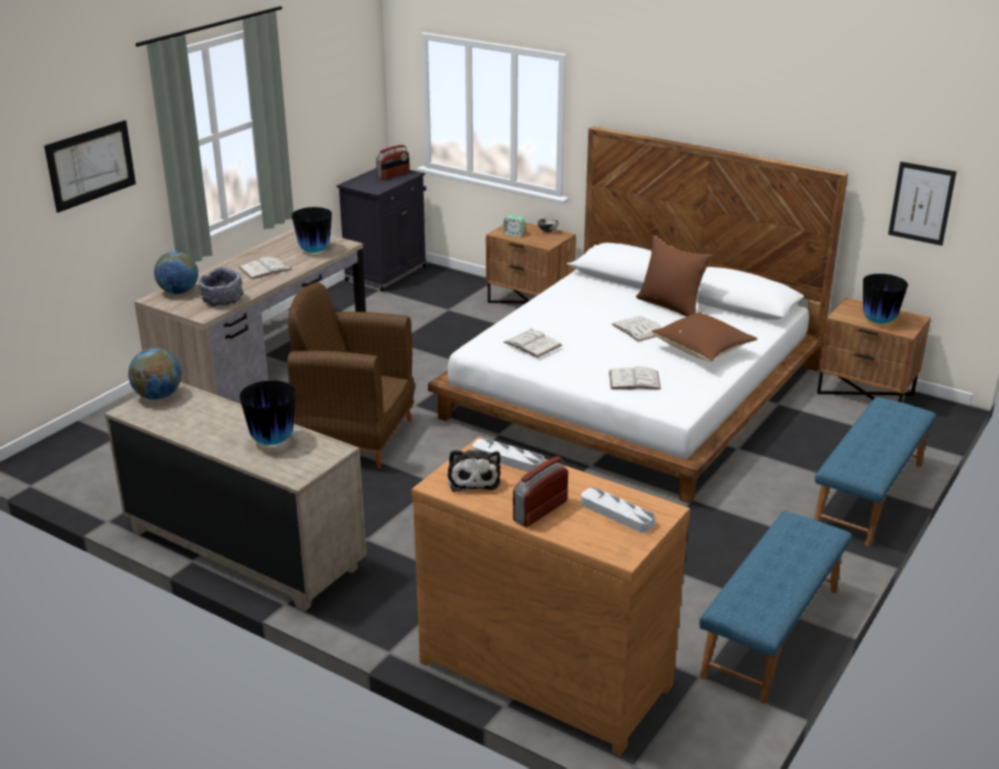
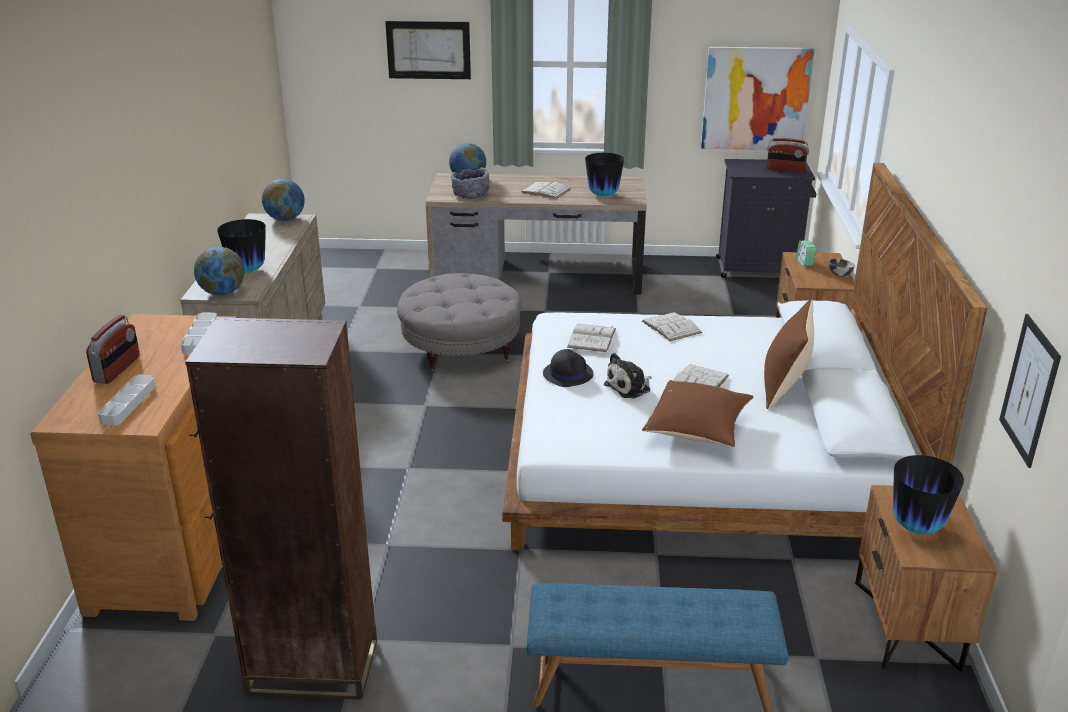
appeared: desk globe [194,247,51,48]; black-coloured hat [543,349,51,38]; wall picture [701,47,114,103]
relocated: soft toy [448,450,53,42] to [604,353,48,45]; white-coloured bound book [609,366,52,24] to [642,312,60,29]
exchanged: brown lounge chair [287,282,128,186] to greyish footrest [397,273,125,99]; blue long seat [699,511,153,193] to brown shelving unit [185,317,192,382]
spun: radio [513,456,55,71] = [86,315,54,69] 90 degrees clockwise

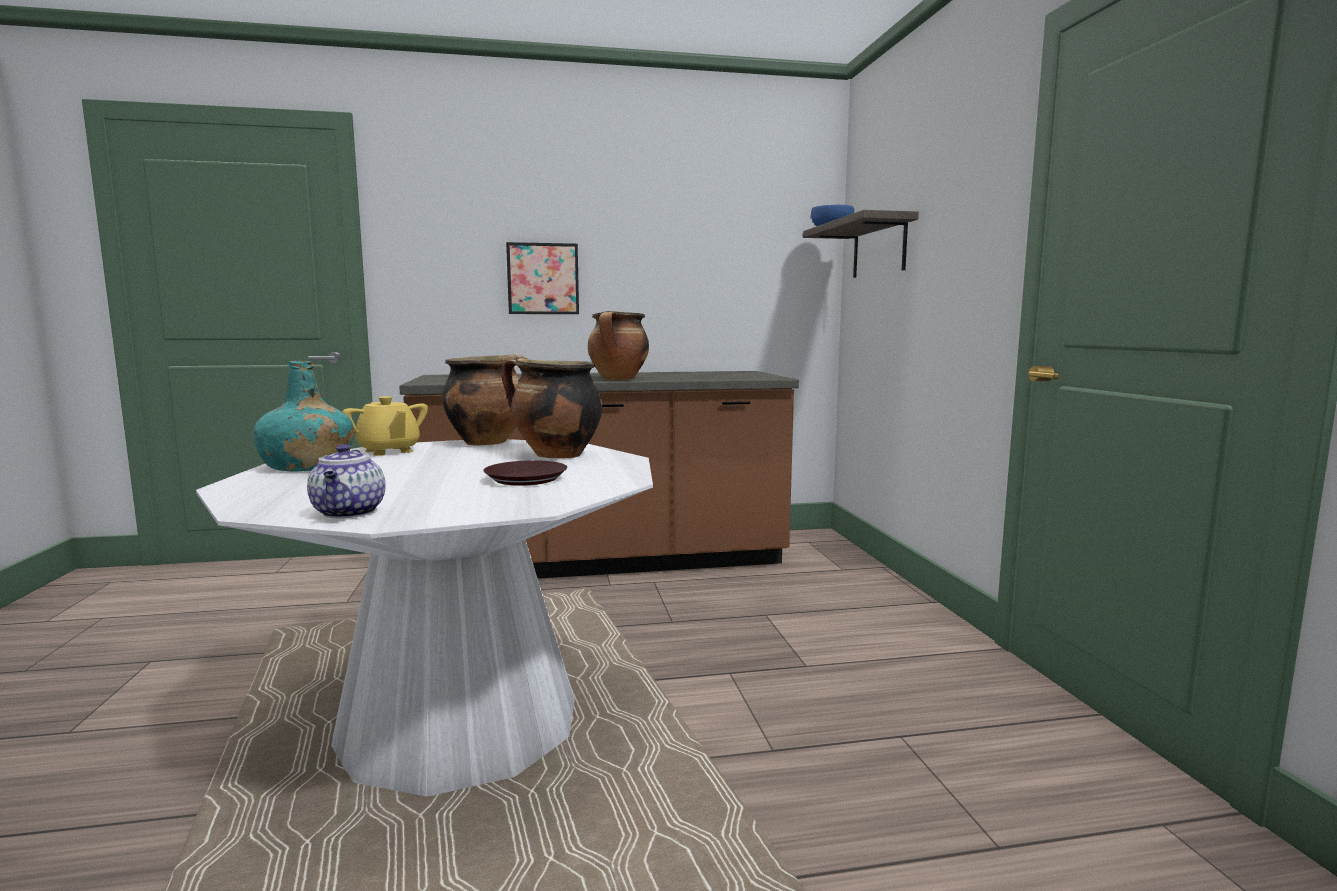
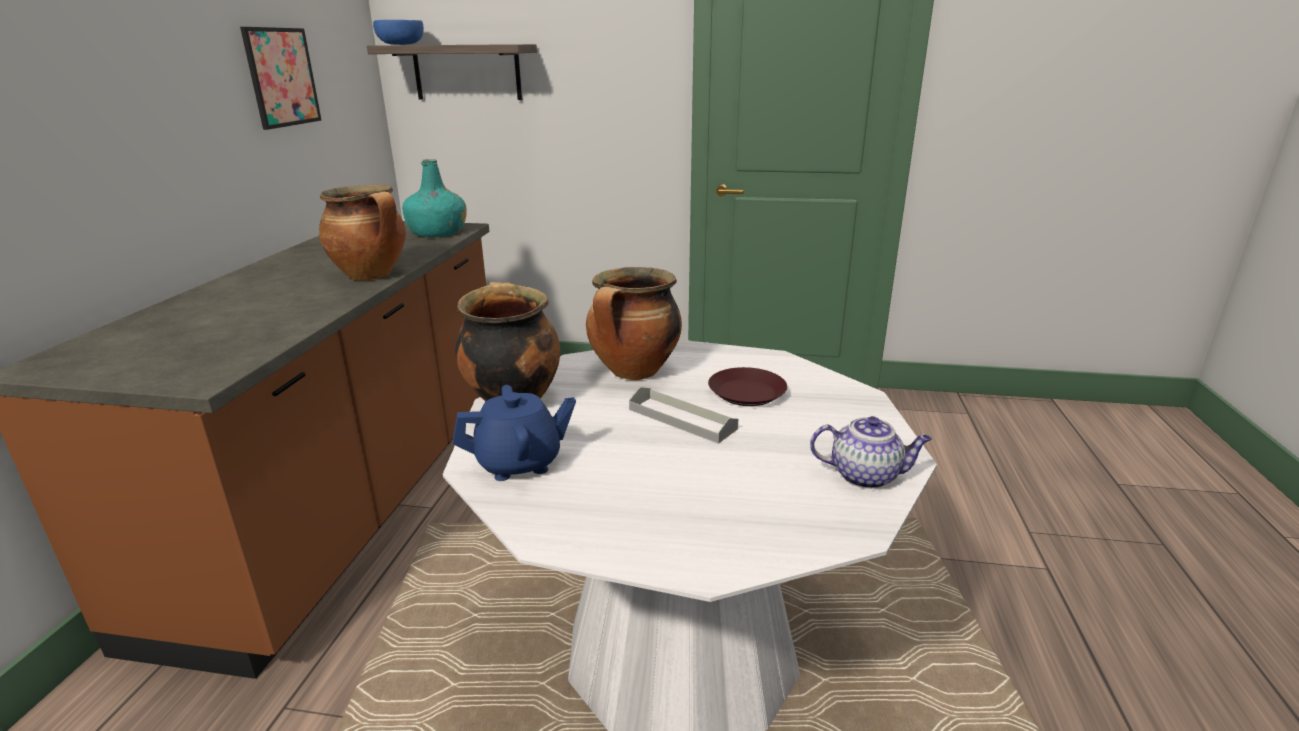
appeared: greyish tray [629,387,109,57]
relocated: turquoise-coloured bottle [253,361,101,110] to [402,159,65,78]; wall picture [506,242,73,72] to [240,27,82,103]
colour: yellowish tea pot [342,396,86,60] to blue tea pot [453,385,123,96]

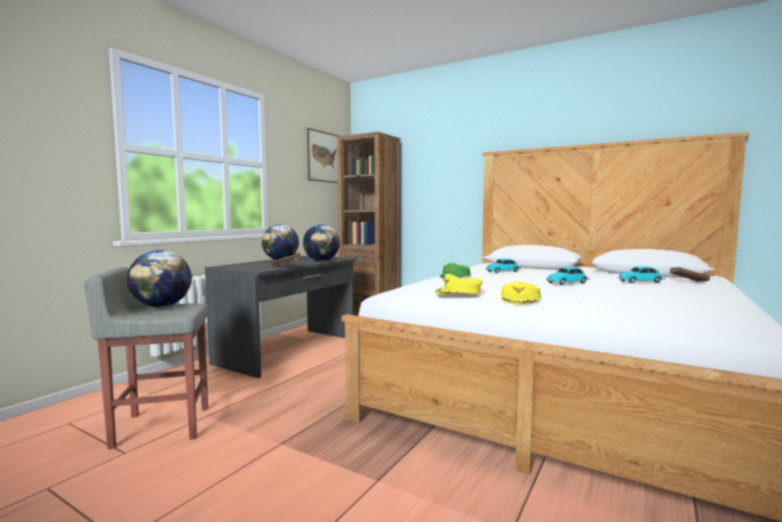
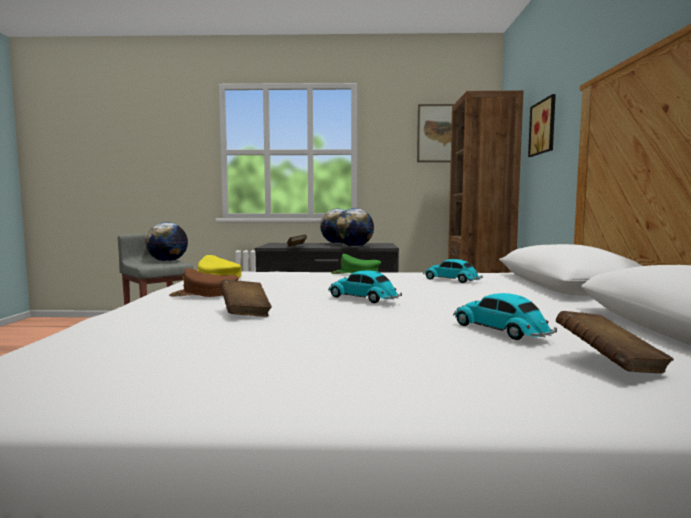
appeared: brown bound book [220,279,52,38]; wall picture [528,94,28,63]
colour: yellowish cap [501,281,40,24] to brown cap [169,268,70,29]

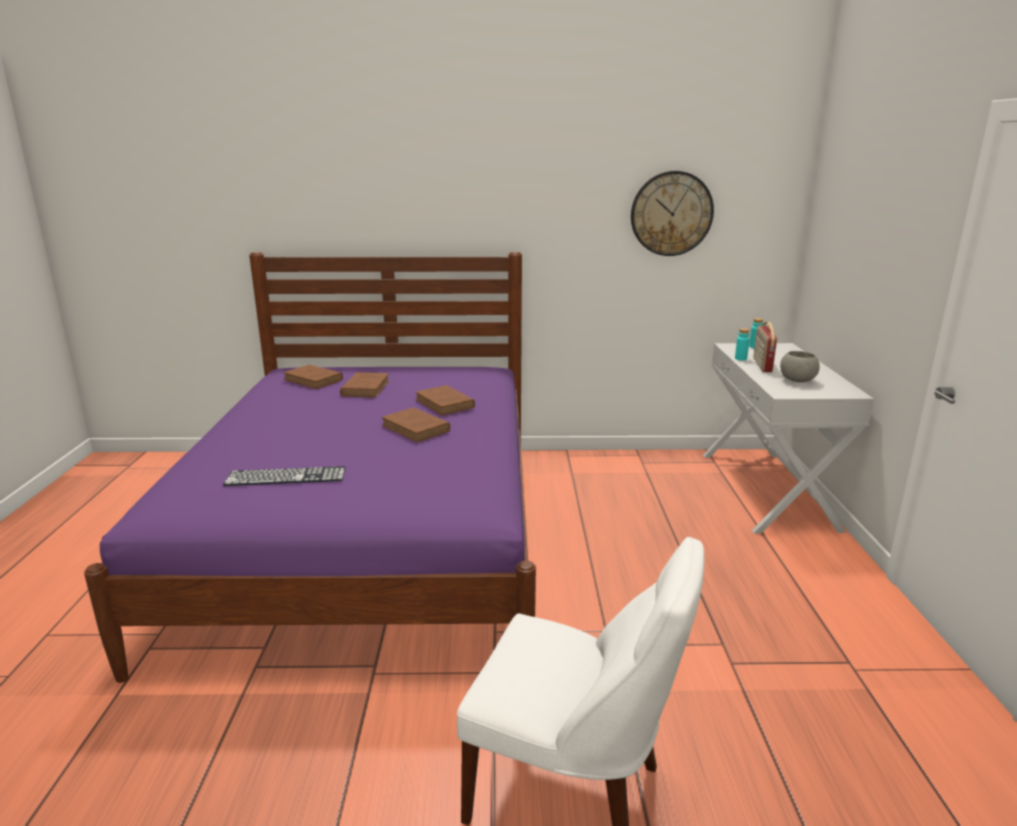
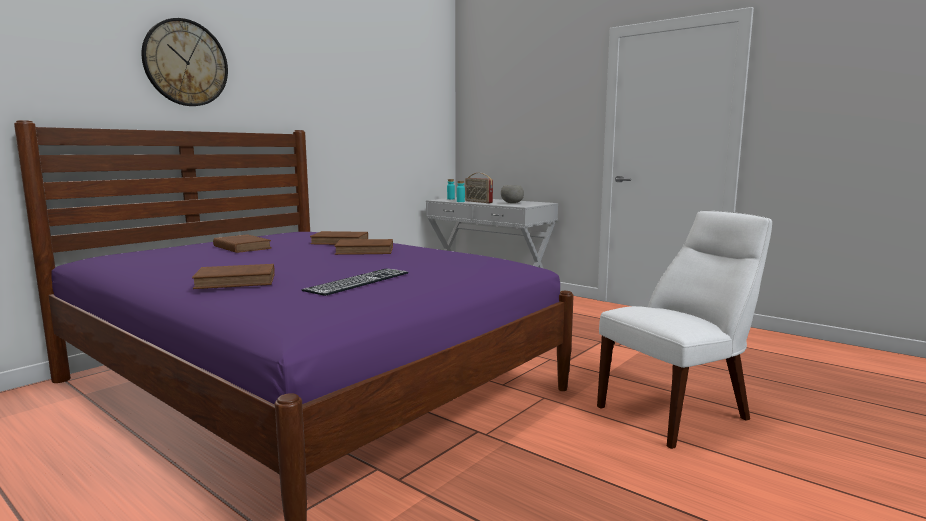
relocated: brown bound book [283,365,60,24] to [192,264,83,25]; hanging clock [631,171,83,85] to [142,18,86,88]

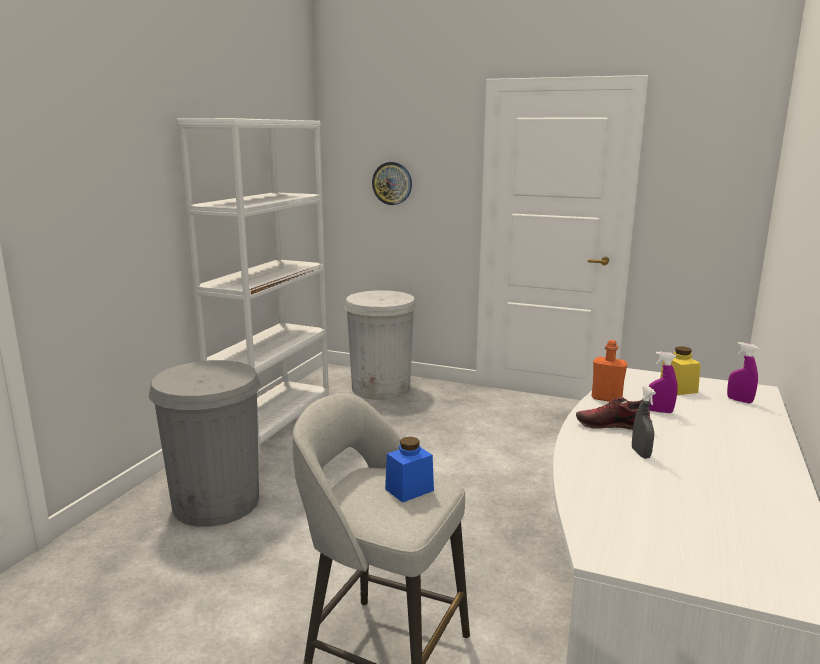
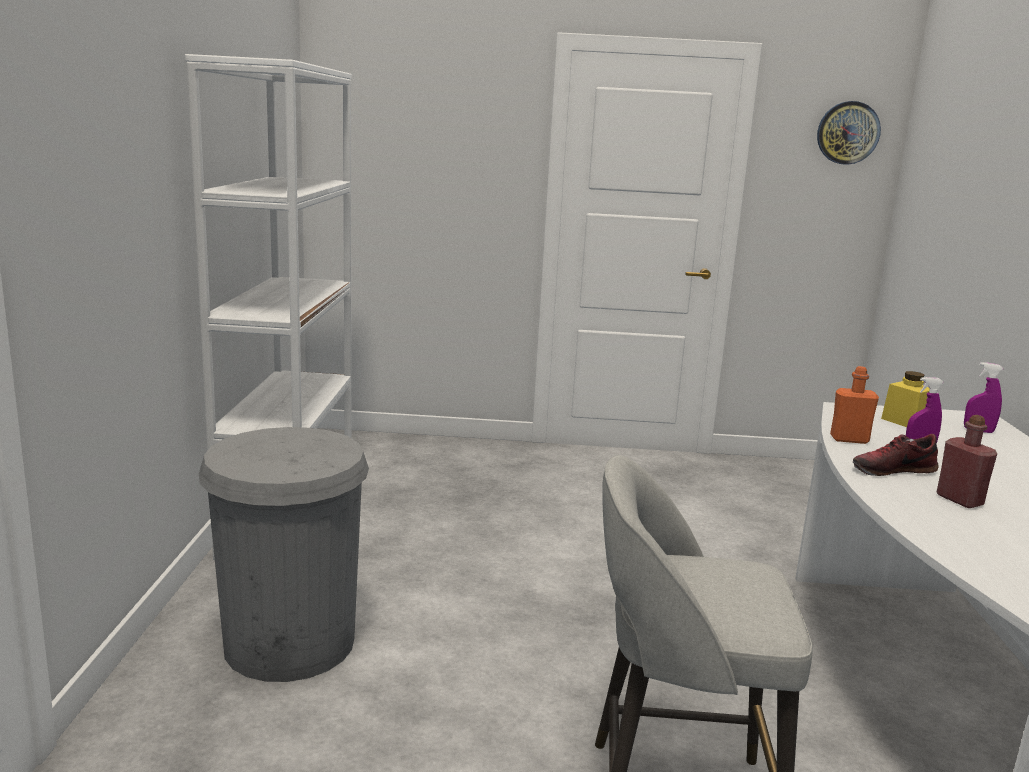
missing: white-coloured trash can [344,290,73,110]; blue preserve jar [385,437,49,66]
relocated: hanging clock [372,162,40,43] to [817,101,64,64]
exchanged: greyish hand sprayer [632,385,24,74] to red-coloured bottle [937,415,60,93]

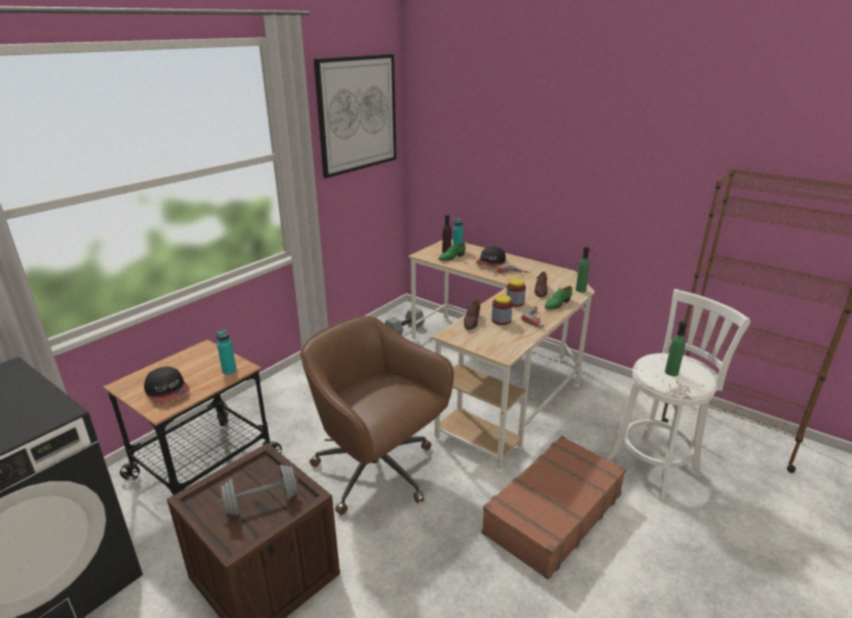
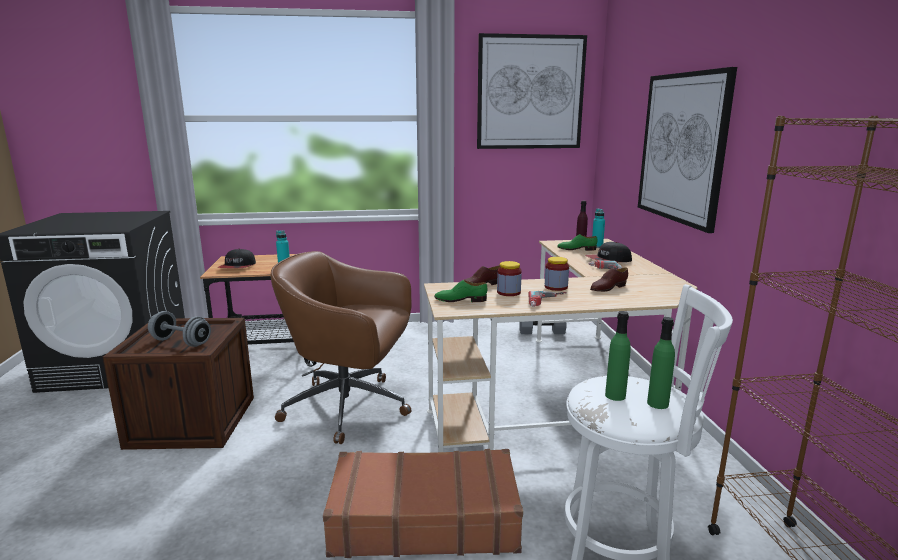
appeared: wall picture [638,67,99,166]
relocated: greenish shoe [545,286,27,23] to [434,280,53,22]; greenish bottle [576,247,14,45] to [647,317,28,92]
spun: brown office chair [300,316,154,199] = [270,251,142,193] 75 degrees counterclockwise

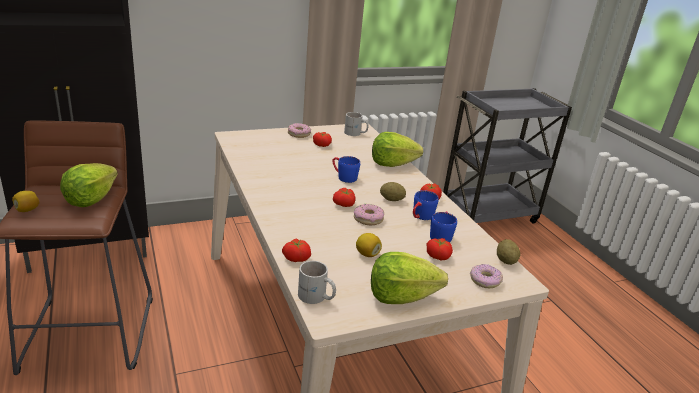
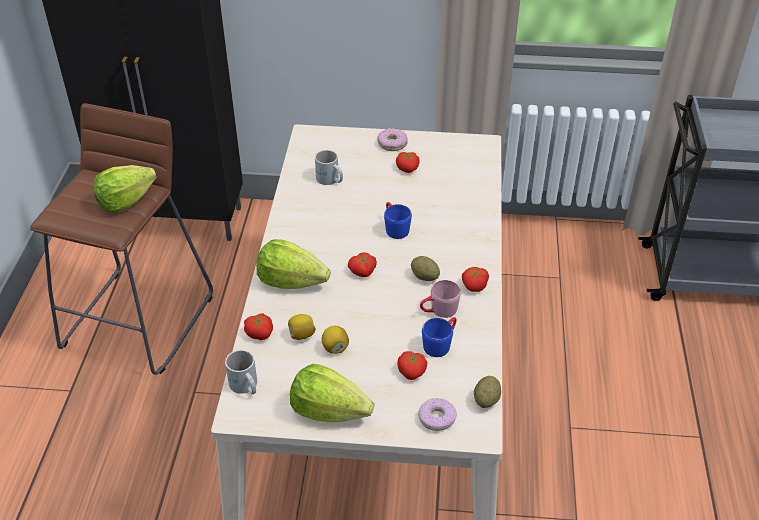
missing: donut [354,204,30,21]
relocated: citrus fruit [12,191,28,21] to [288,314,28,26]; white-coloured tea mug [344,112,24,24] to [315,150,28,35]; head of lettuce [372,132,51,35] to [256,239,75,50]
colour: blue tea mug [413,190,26,30] to pink-coloured tea mug [420,280,41,38]

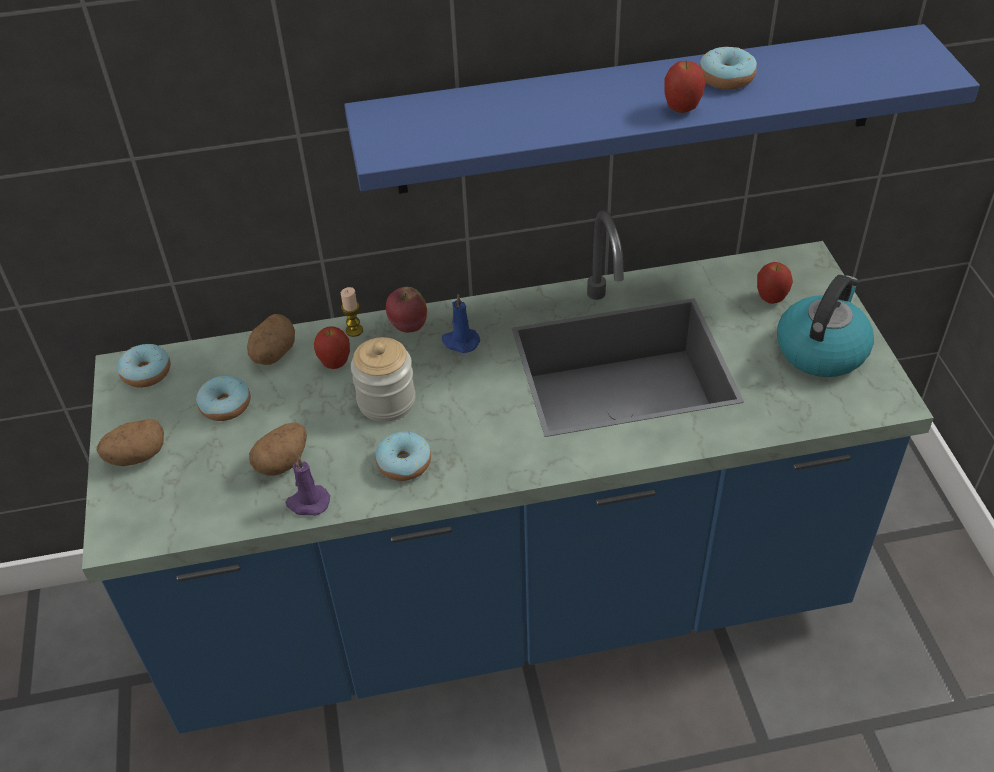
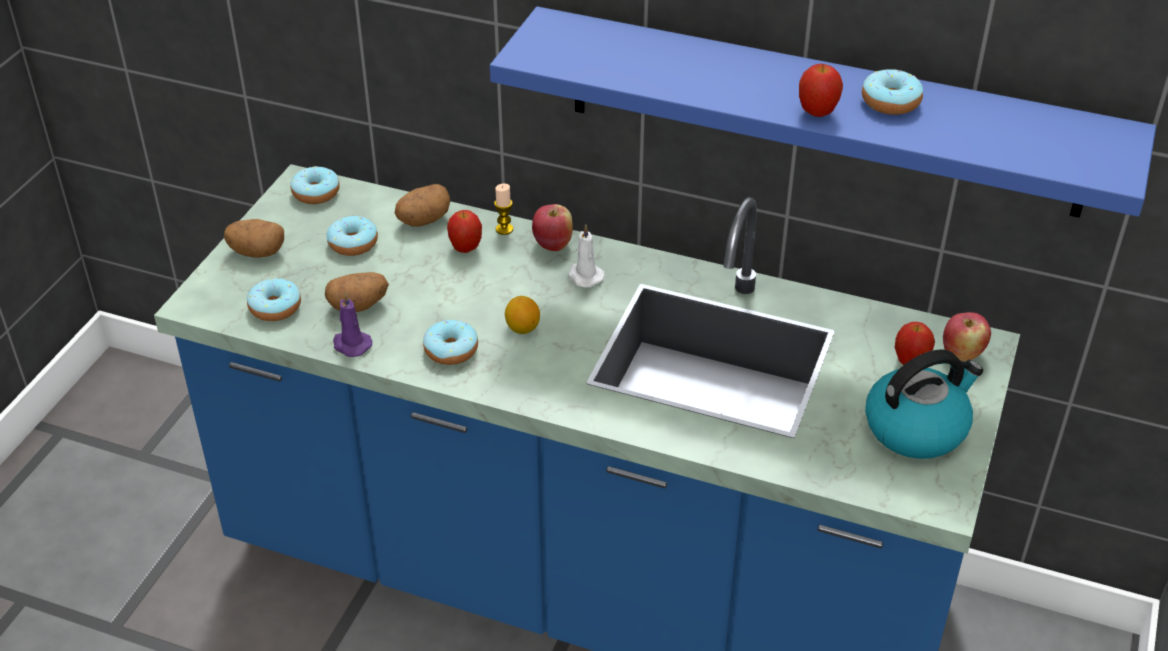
missing: preserve jar [351,337,65,85]
appeared: donut [247,278,54,43]; citrus fruit [505,296,35,38]; apple fruit [943,312,48,49]
colour: blue wax light [442,294,38,59] to white-coloured wax light [568,224,37,64]

